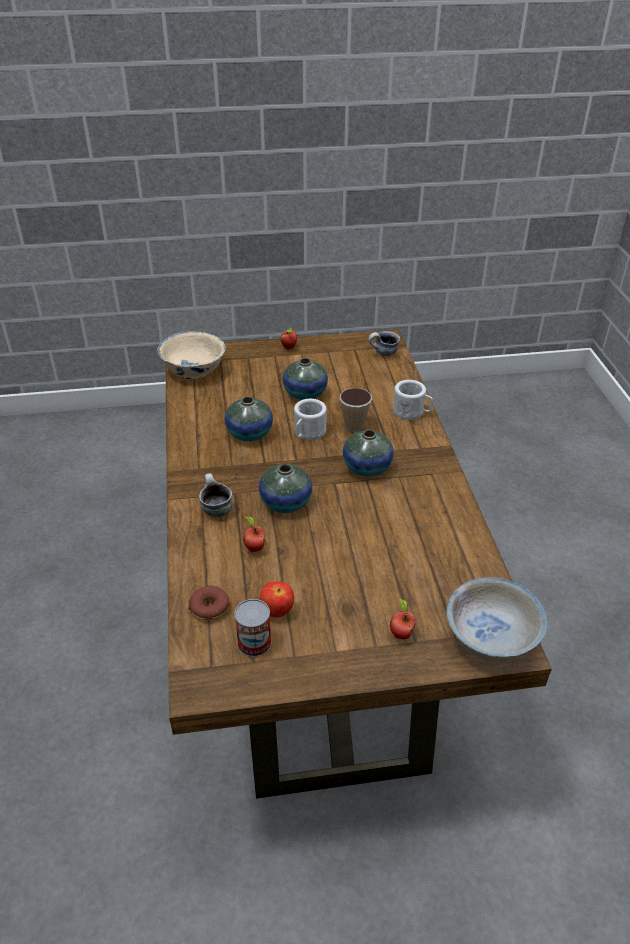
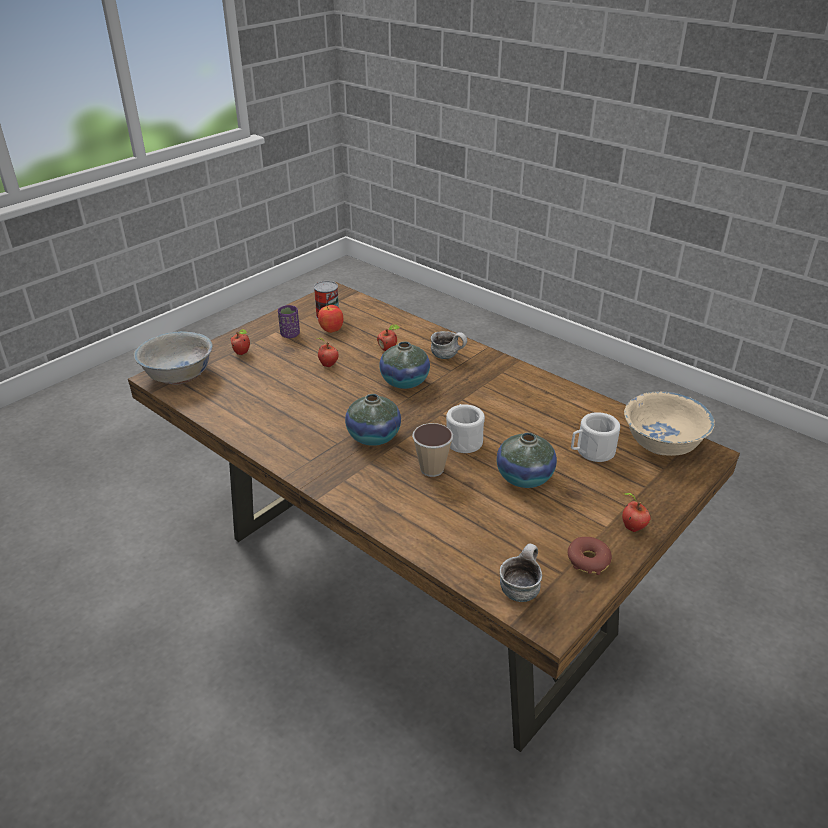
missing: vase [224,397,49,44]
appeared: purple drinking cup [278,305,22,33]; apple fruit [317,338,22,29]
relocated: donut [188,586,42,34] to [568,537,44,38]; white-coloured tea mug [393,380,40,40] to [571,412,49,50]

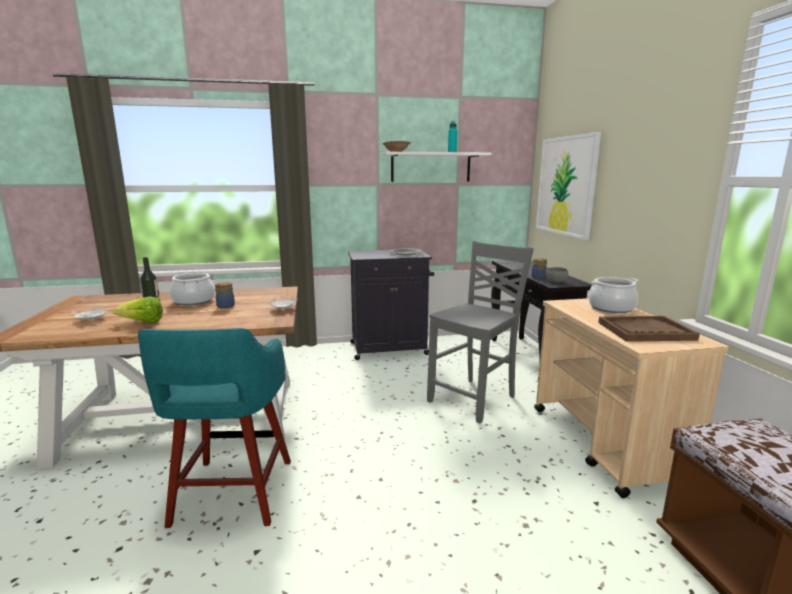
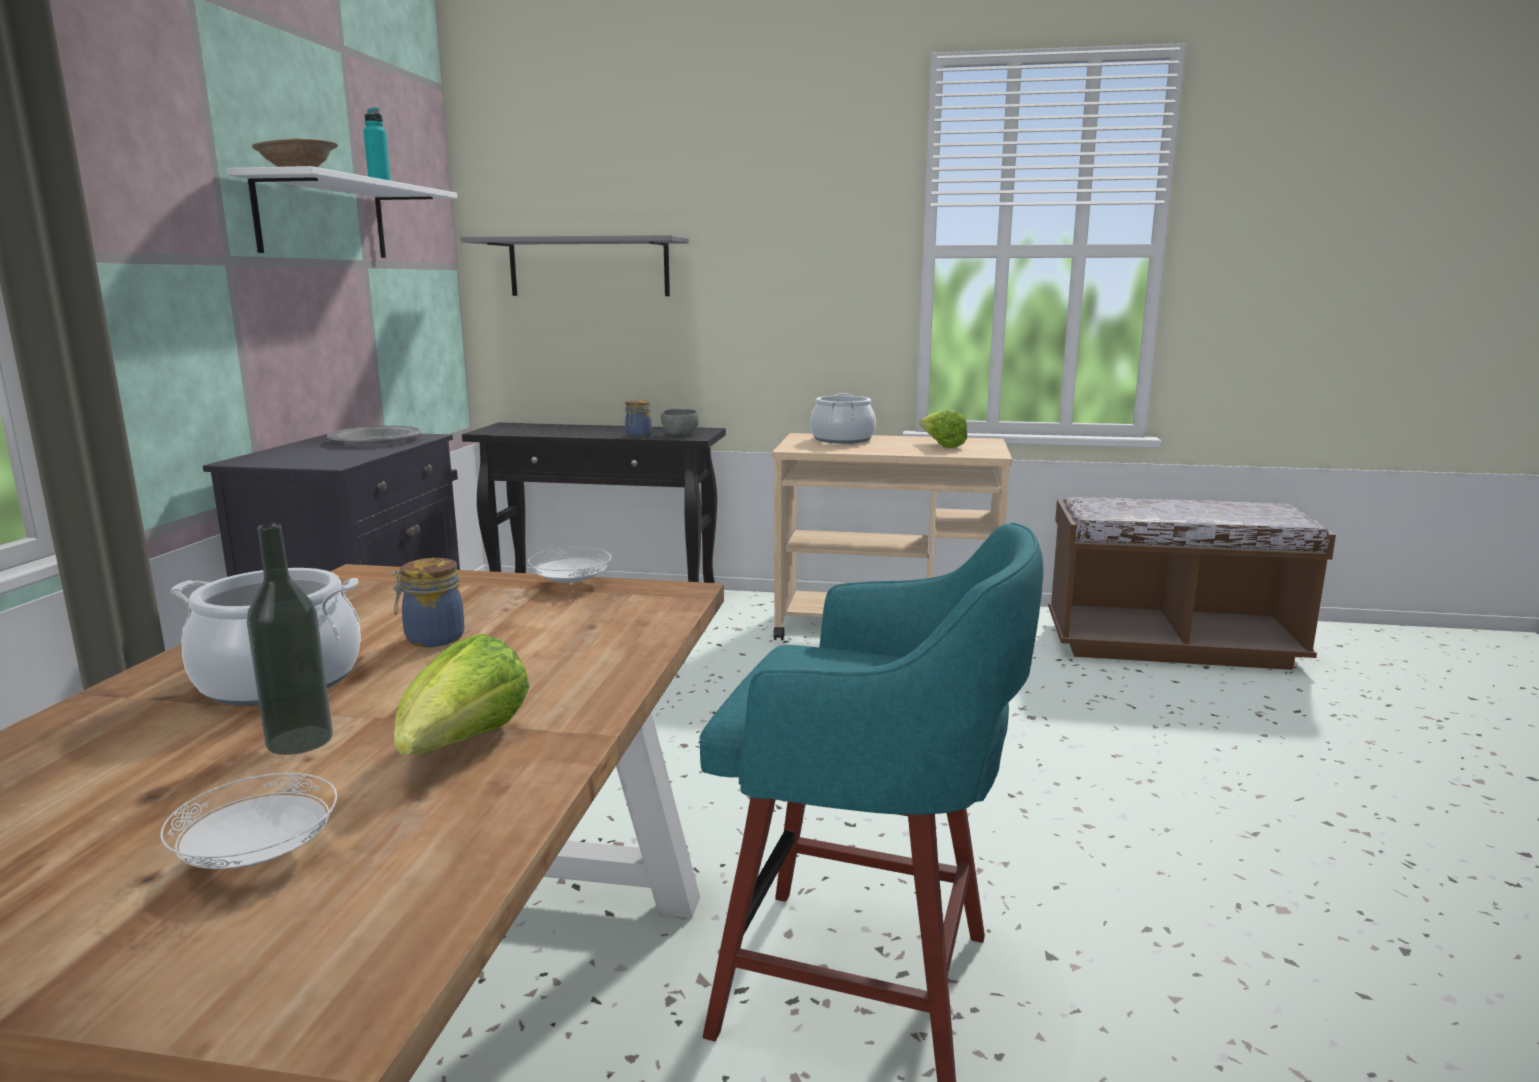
missing: greyish chair [427,241,107,183]
exchanged: wall picture [536,132,65,108] to greyish shelf [461,235,228,61]; brown tray [598,316,102,26] to head of lettuce [919,409,49,39]

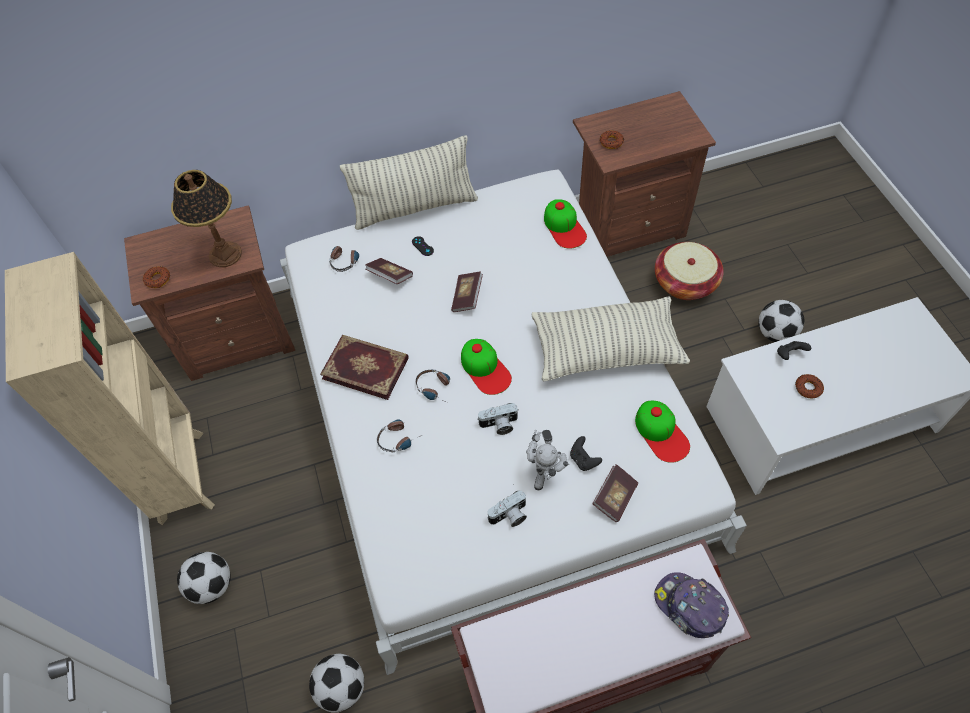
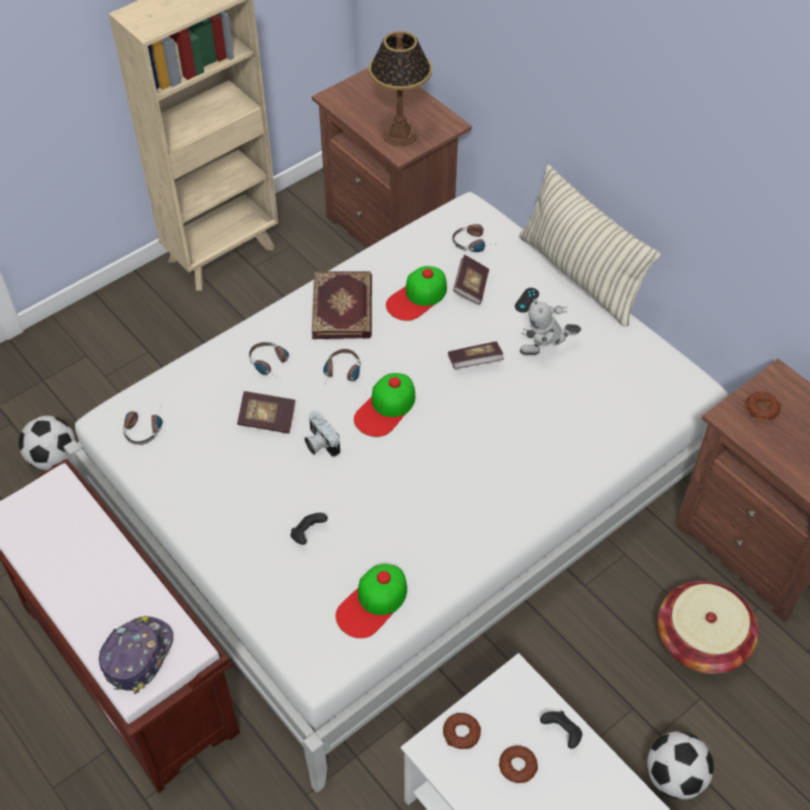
missing: football [177,552,54,52]; still camera [487,490,40,37]; throw pillow [532,296,158,85]
appeared: headphones [123,403,39,42]
relocated: donut [143,266,27,22] to [443,713,38,36]; toy robot [526,430,43,60] to [520,299,61,56]; cap [544,199,43,50] to [386,266,61,55]; bound book [592,464,46,58] to [237,391,58,43]

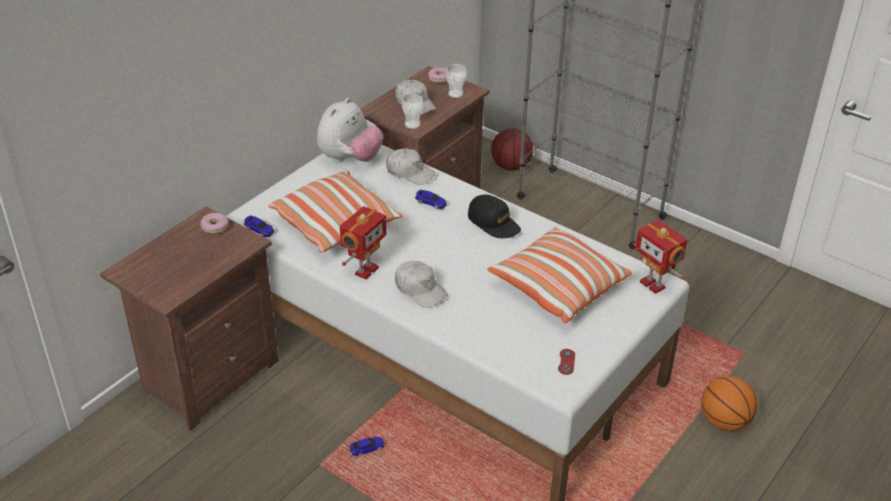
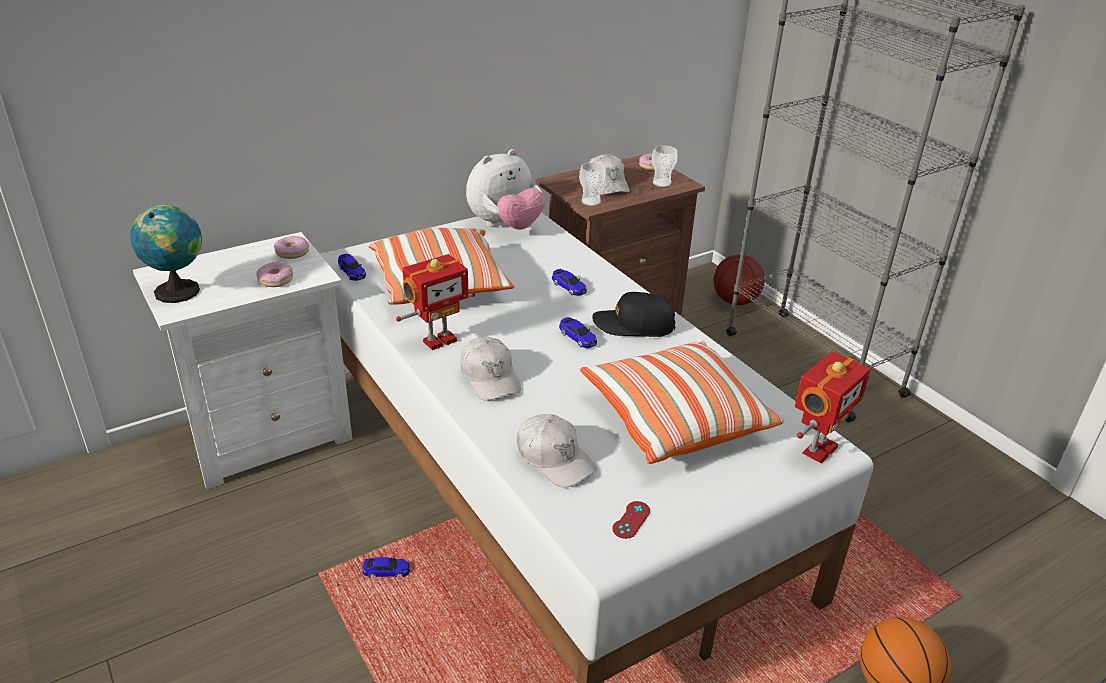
appeared: desk globe [130,205,72,98]; donut [256,262,37,25]; model car [559,317,38,31]
relocated: white-coloured cap [386,148,50,37] to [517,414,80,74]
colour: brown bedside table [100,207,178,224] to white-coloured bedside table [133,232,220,257]
spun: black-coloured cap [468,194,53,44] = [592,292,83,45] 120 degrees clockwise; toy robot [633,220,54,74] = [795,351,76,112] 120 degrees counterclockwise

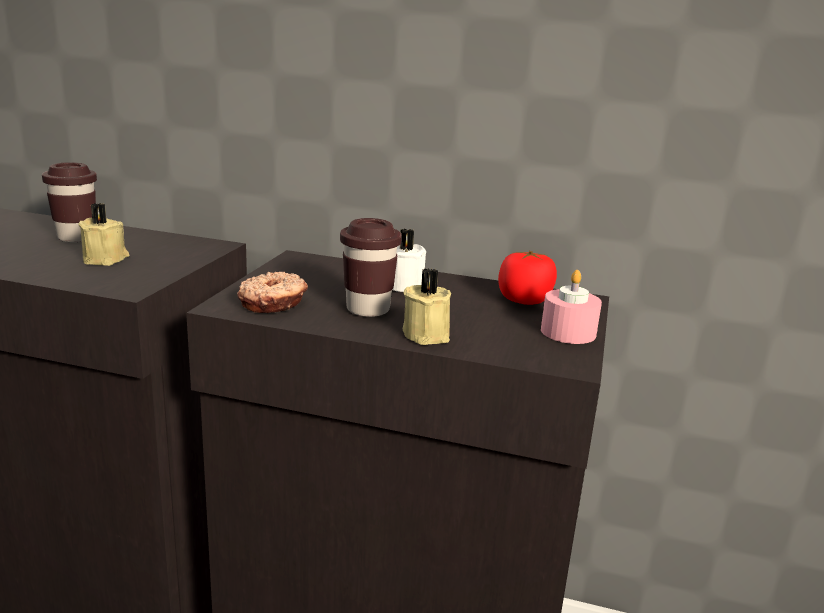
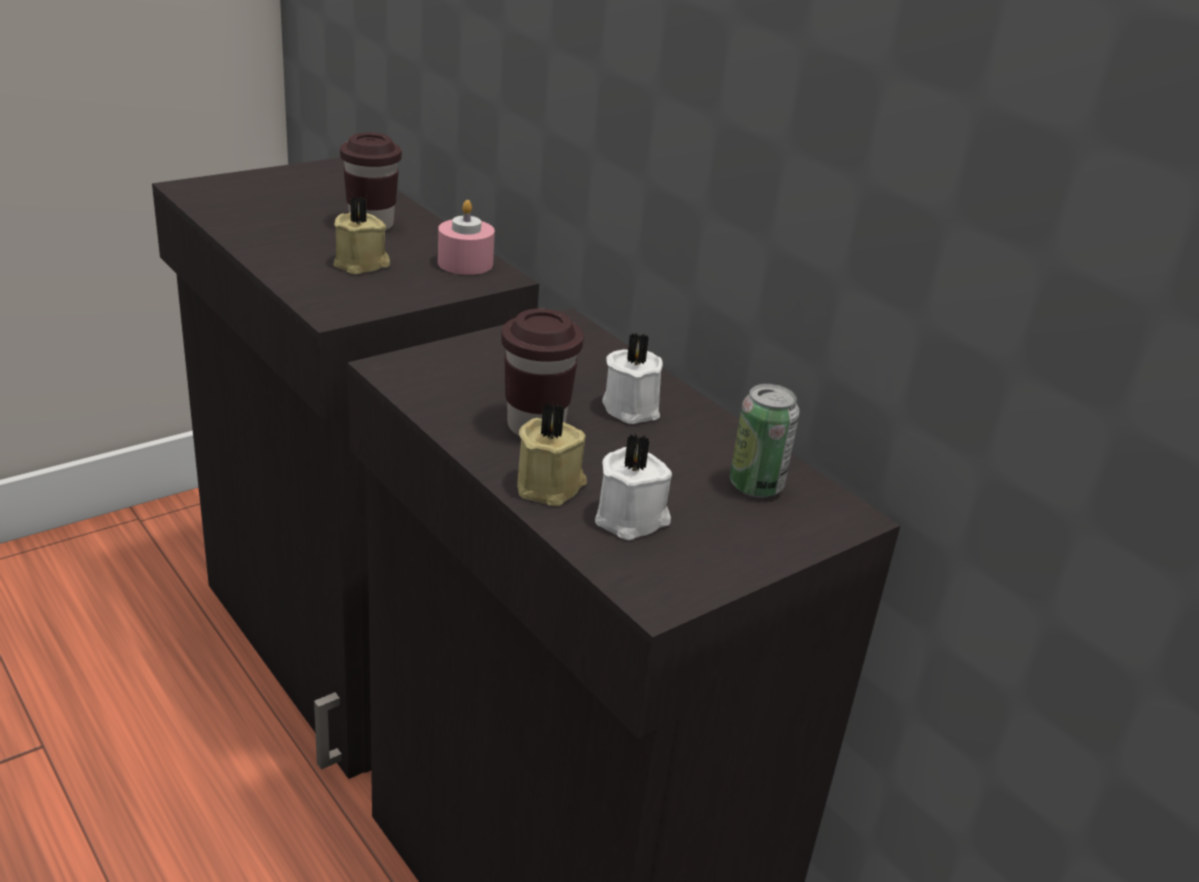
missing: donut [237,272,71,41]
appeared: white-coloured wax light [595,434,77,106]
relocated: pink-coloured wax light [541,270,61,74] to [438,200,57,75]
exchanged: tomato [498,250,59,55] to metal can [730,384,69,114]

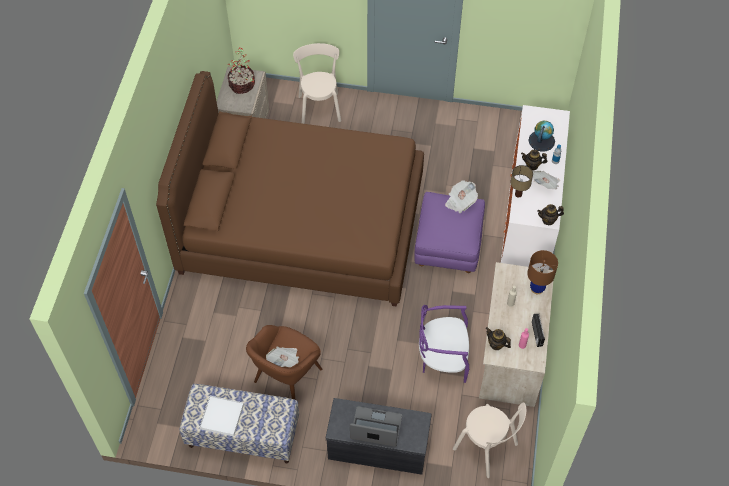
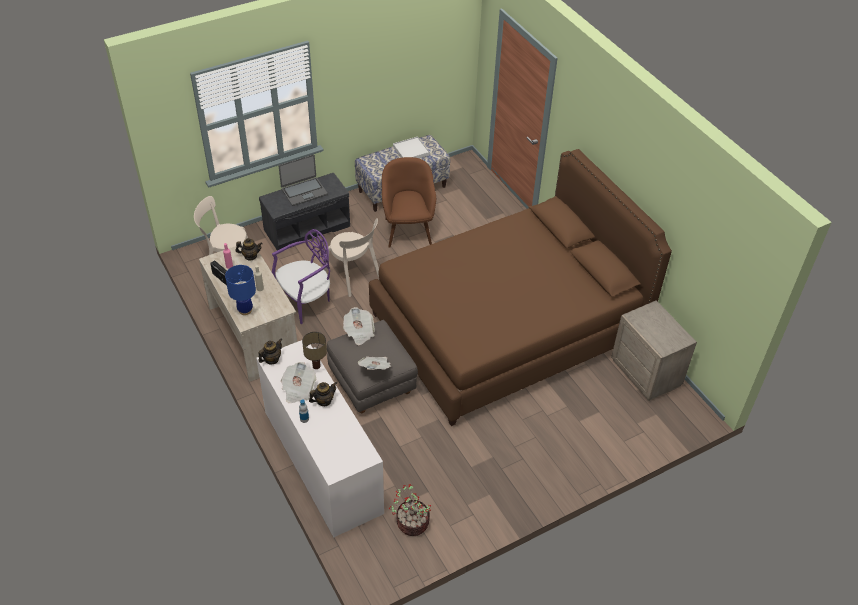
missing: desk globe [529,120,26,32]
relocated: potted plant [228,47,27,47] to [389,484,42,52]; daily paper [266,347,33,20] to [343,307,32,38]; beige-coloured chair [293,43,48,81] to [324,218,55,79]
colour: purple footrest [414,192,71,81] to greyish footrest [327,320,91,93]; brown lamp for a table [527,250,31,44] to blue lamp for a table [225,265,31,50]

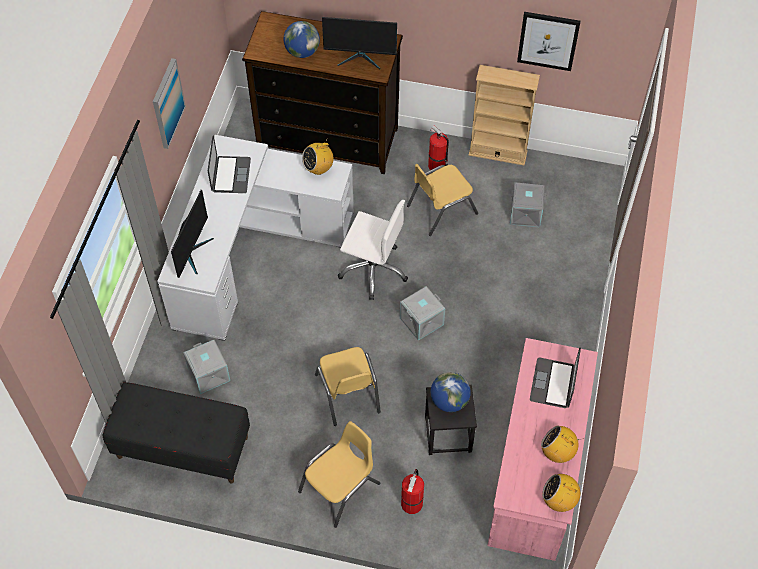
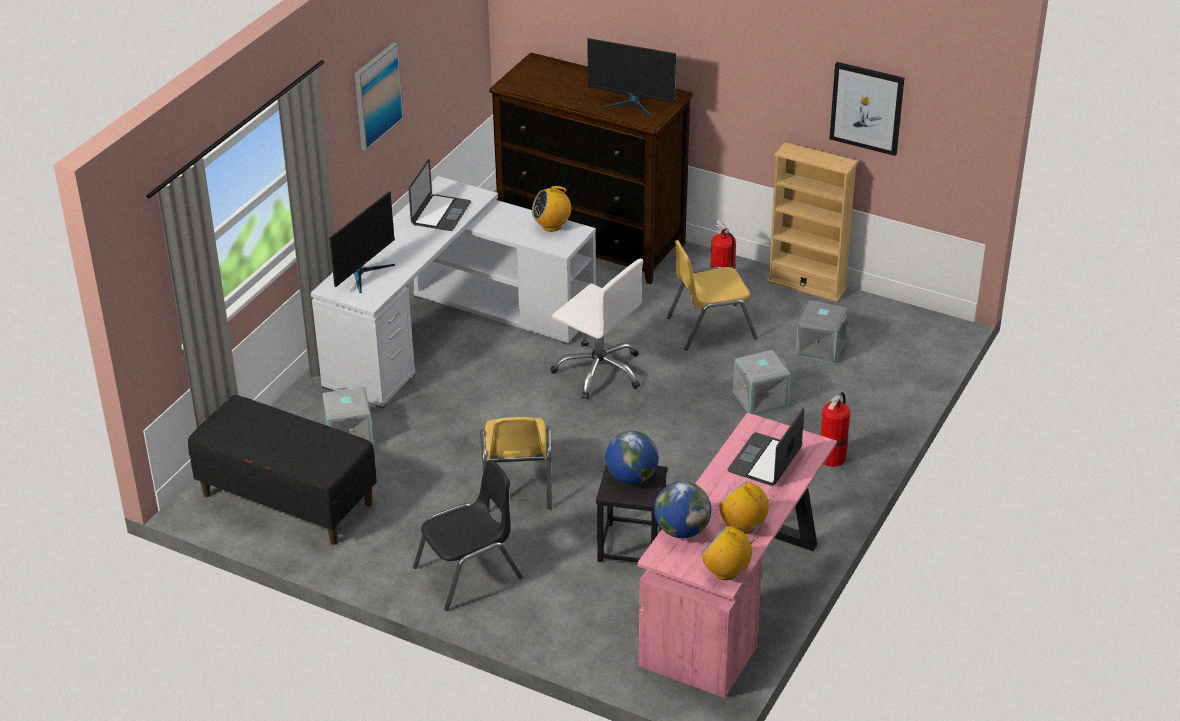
relocated: desk globe [283,21,37,37] to [654,481,57,57]; greyish storage box [400,286,45,55] to [733,350,58,65]; fire extinguisher [401,469,23,45] to [820,392,30,75]
colour: yellowish chair [298,421,82,107] to black-coloured chair [413,460,110,151]

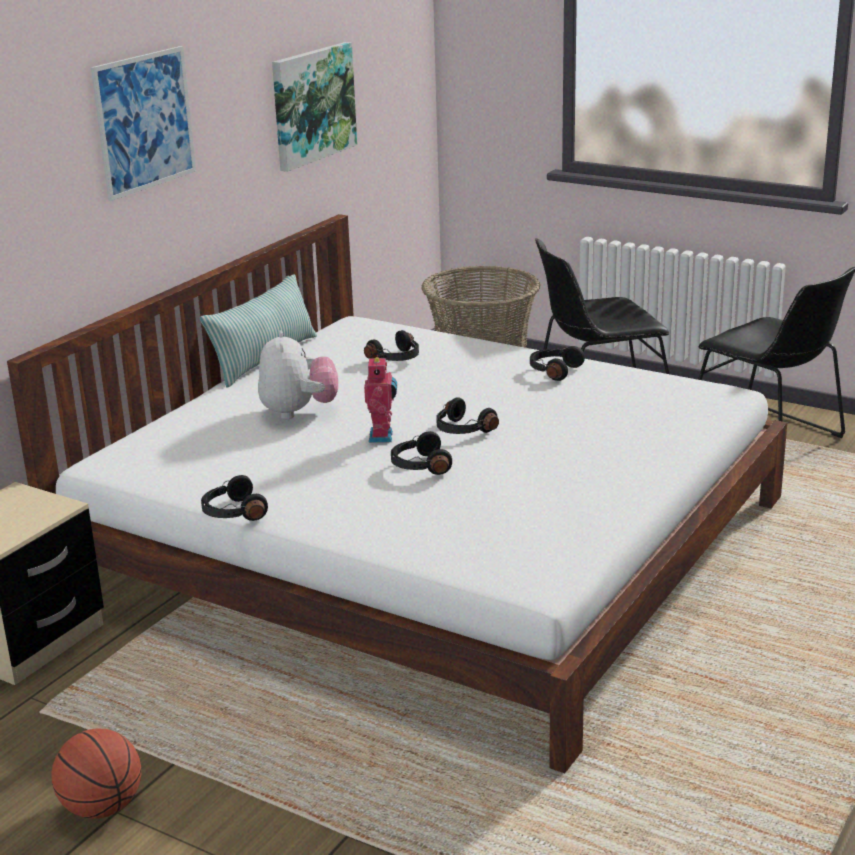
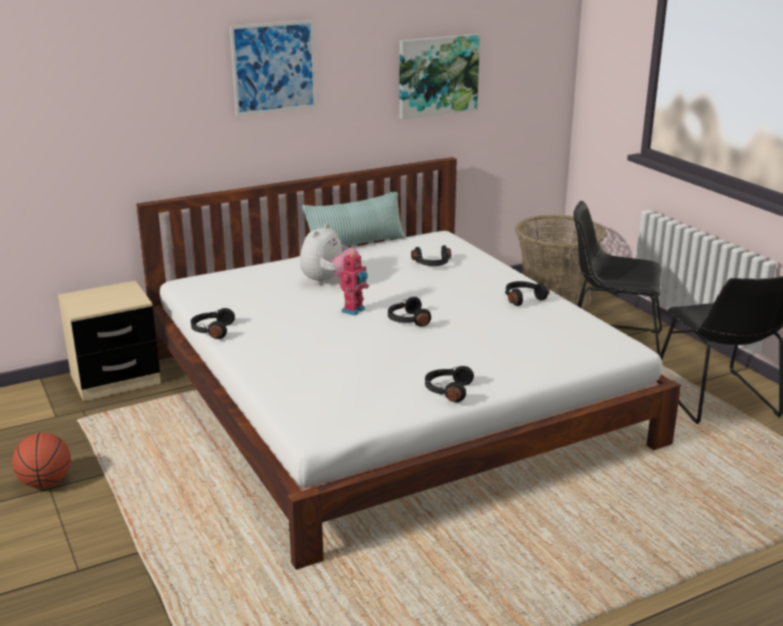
relocated: black-coloured headphones [391,431,61,44] to [425,366,49,36]

